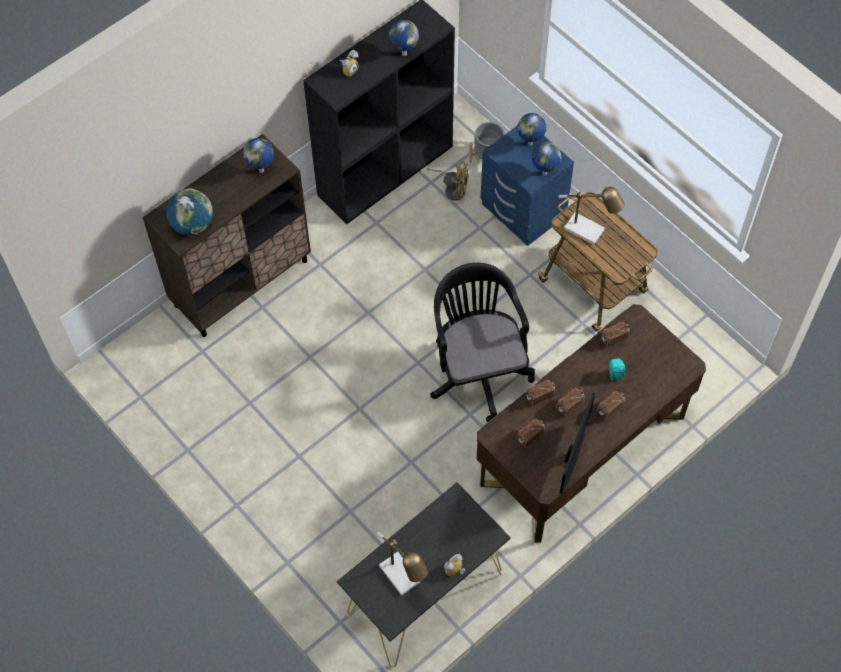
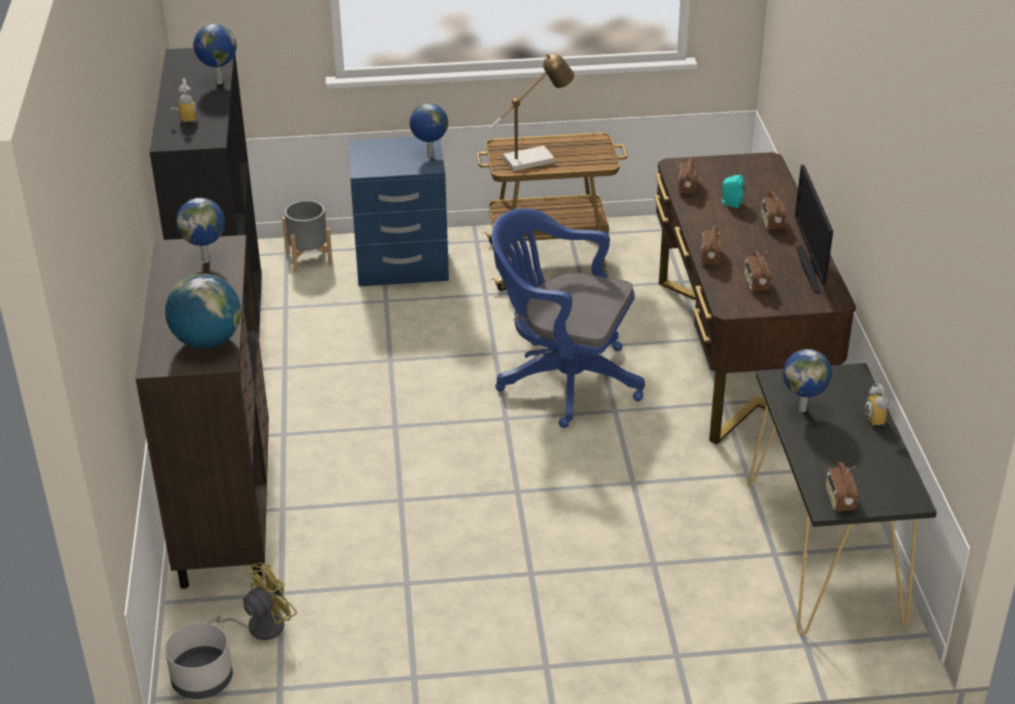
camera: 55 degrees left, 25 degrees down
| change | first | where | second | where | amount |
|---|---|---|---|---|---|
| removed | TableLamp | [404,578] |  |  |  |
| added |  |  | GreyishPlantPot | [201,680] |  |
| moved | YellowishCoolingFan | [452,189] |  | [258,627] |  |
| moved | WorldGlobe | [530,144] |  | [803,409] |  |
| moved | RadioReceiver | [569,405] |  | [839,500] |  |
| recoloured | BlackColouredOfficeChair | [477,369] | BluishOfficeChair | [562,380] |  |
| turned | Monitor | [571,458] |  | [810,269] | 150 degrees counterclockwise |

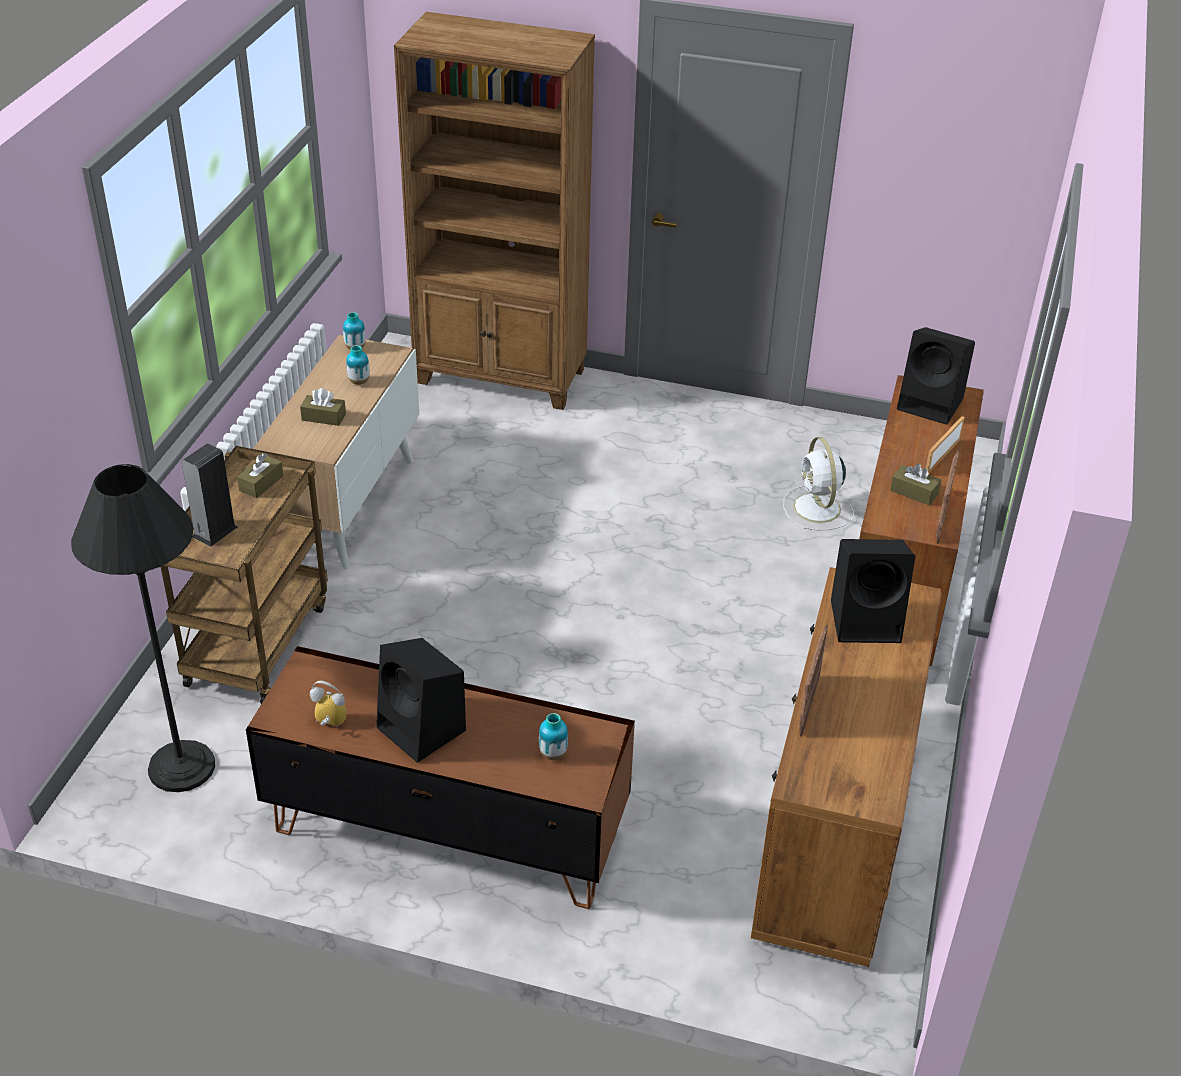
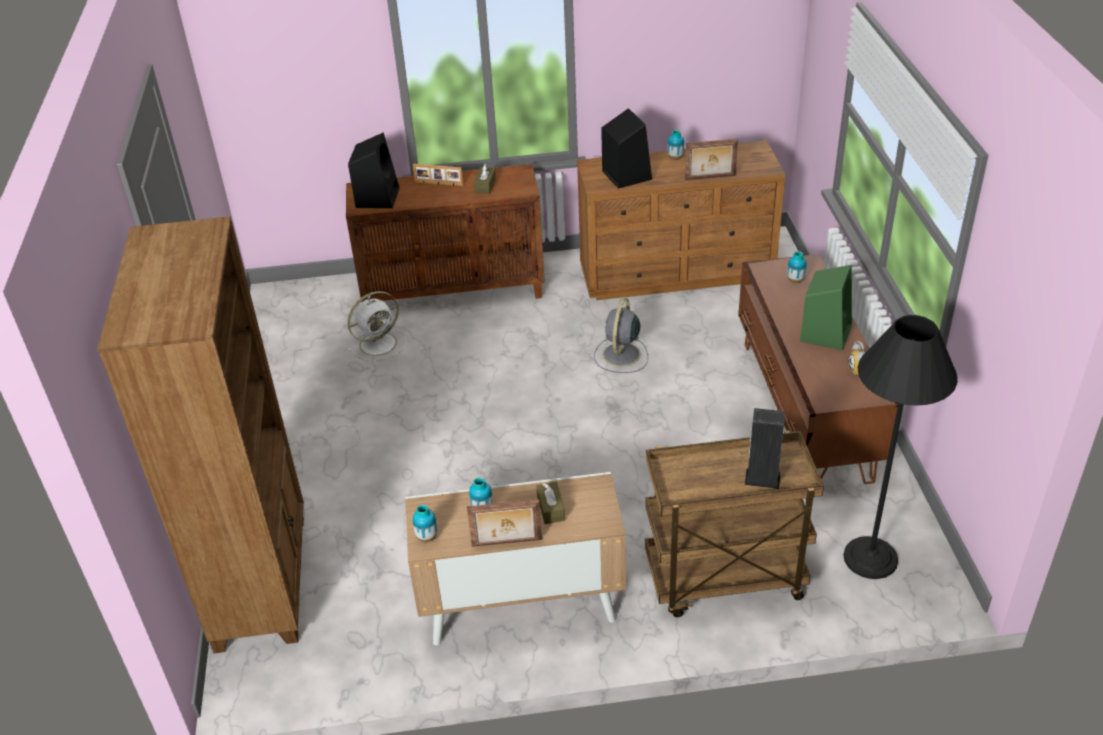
camera: 110 degrees left, 0 degrees up
| change | first | where | second | where | amount |
|---|---|---|---|---|---|
| removed | BrownishBoxOfTissues | [261,483] |  |  |  |
| added |  |  | GreyishCoolingFan | [621,355] |  |
| added |  |  | Vase | [675,158] |  |
| moved | PictureFrame | [941,520] |  | [507,543] |  |
| recoloured | BlackColouredSpeaker | [423,730] | GreenishSpeaker | [825,332] |  |

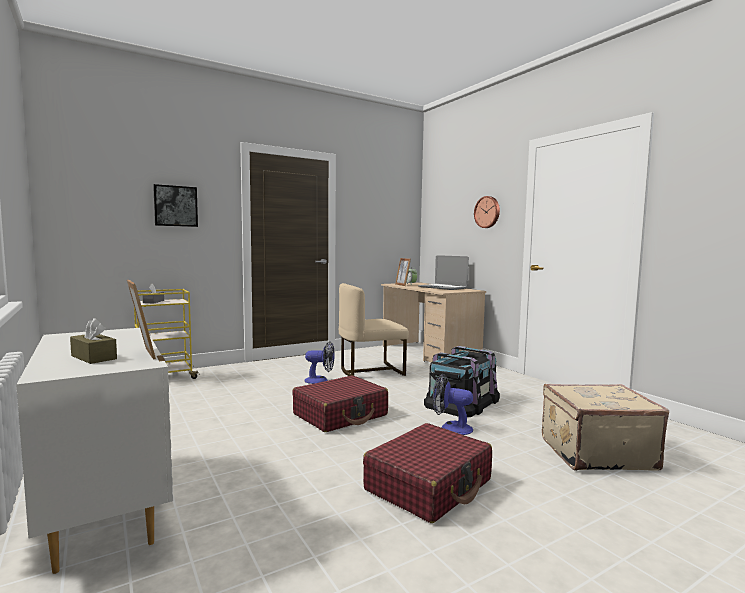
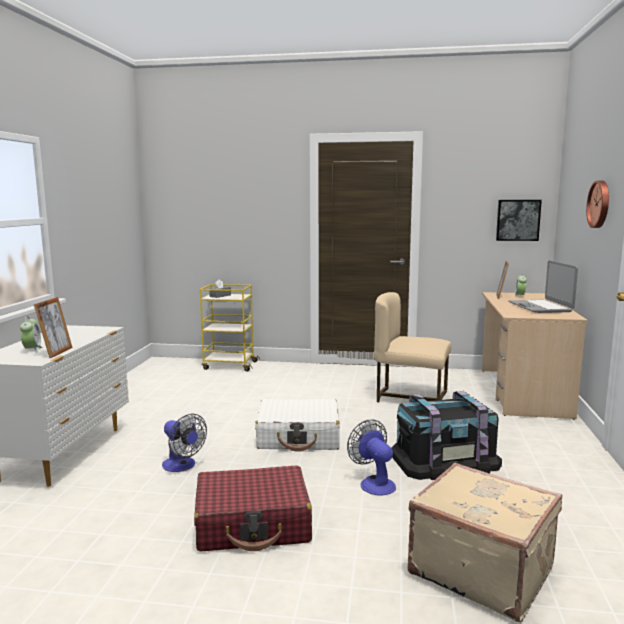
camera: 40 degrees right, 5 degrees up
| change | first | where | second | where | amount |
|---|---|---|---|---|---|
| moved | Picture | [175,206] |  | [517,220] |  |
| moved | CoolingFan | [320,380] |  | [182,466] |  |
| replaced | BrownishBoxOfTissues | [94,357] | BedsideClock | [32,350] |  |
| recoloured | RedPieceOfLuggage | [341,415] | WhitePieceOfLuggage | [299,437] |  |

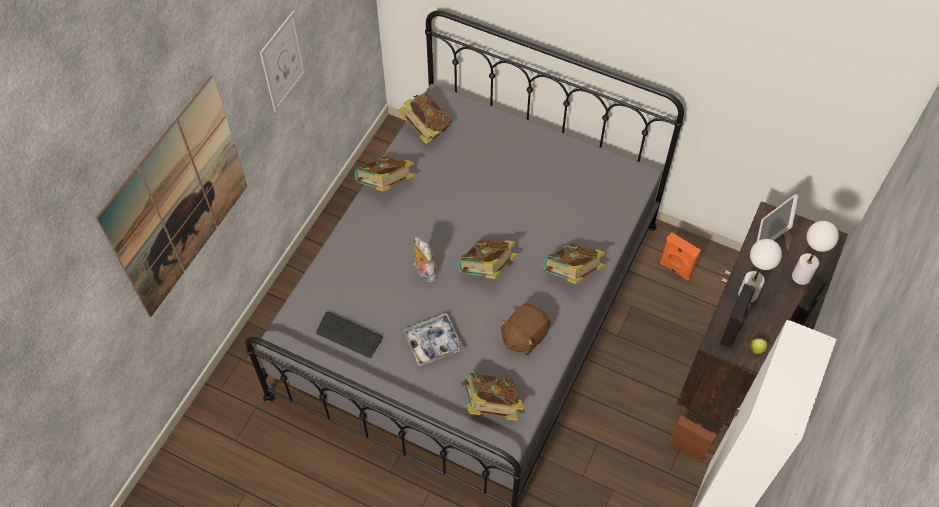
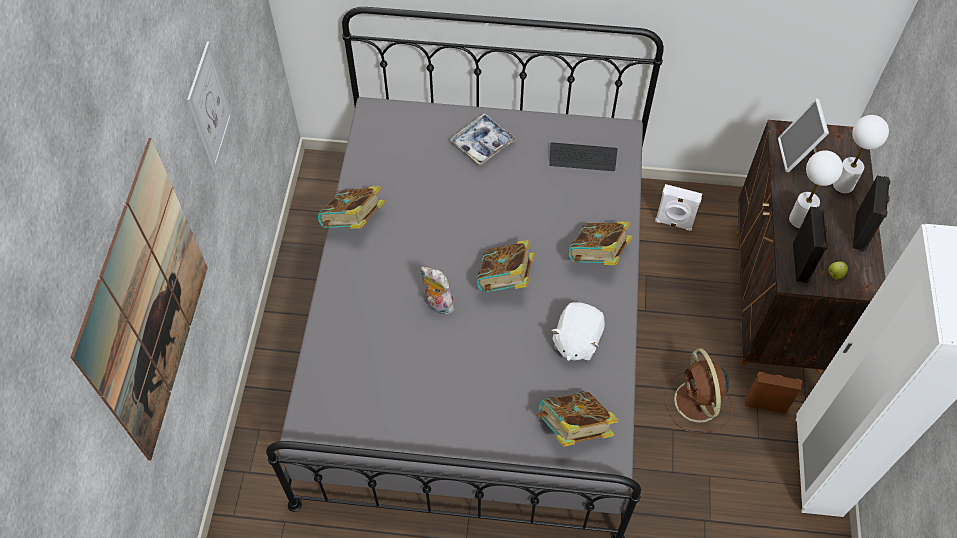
camera: 20 degrees left, 0 degrees up
| change | first | where | second | where | amount |
|---|---|---|---|---|---|
| removed | BoundBook | [426,129] |  |  |  |
| added |  |  | BrownishCoolingFan | [697,403] |  |
| moved | ComputerKeyboard | [349,335] |  | [582,158] |  |
| moved | ServingTray | [433,342] |  | [482,143] |  |
| recoloured | BrownishPlushToy | [523,336] | WhitePlushToy | [576,341] |  |
| recoloured | OrangeColouredSpeaker | [675,269] | WhiteSpeaker | [673,223] |  |

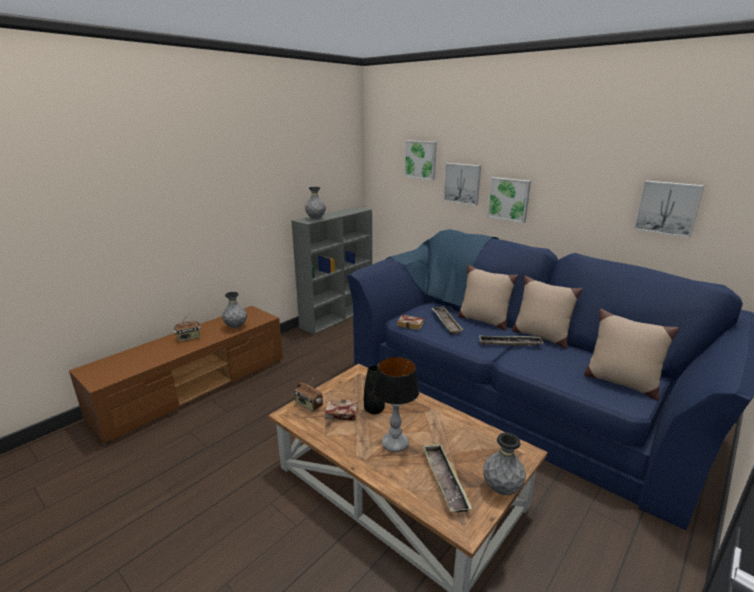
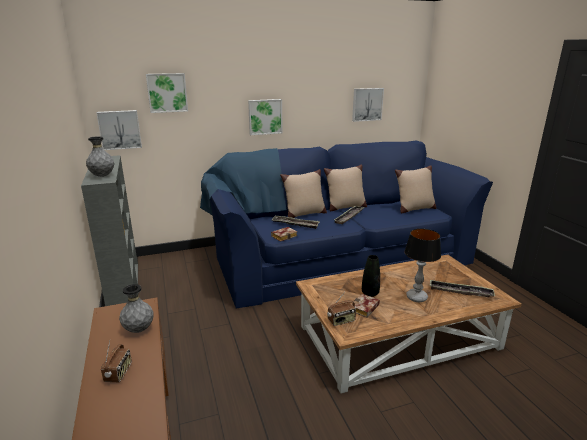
camera: 60 degrees left, 0 degrees up
| change | first | where | second | where | amount |
|---|---|---|---|---|---|
| removed | GreyishVase | [501,489] |  |  |  |
| moved | Picture | [462,183] |  | [120,129] |  |

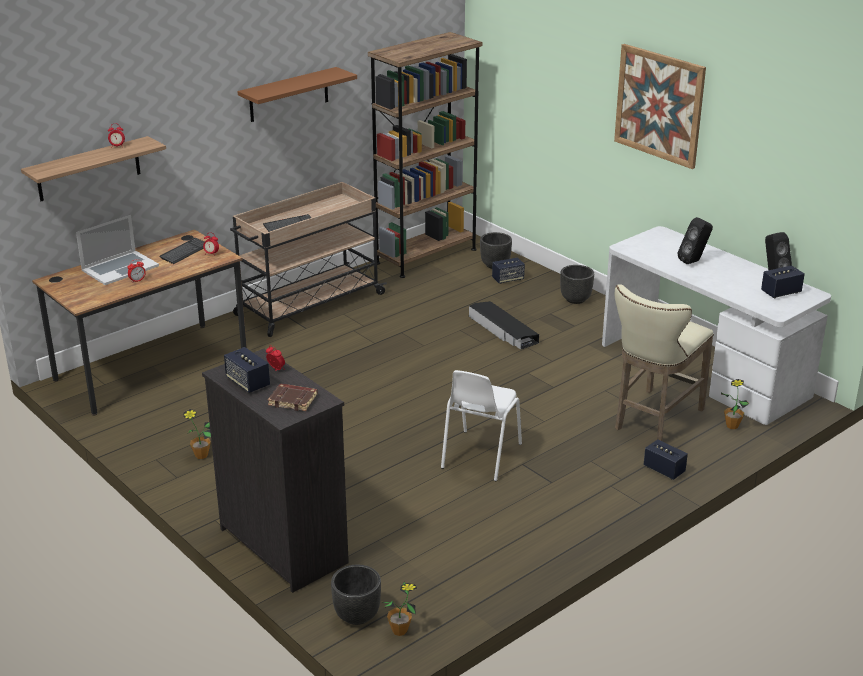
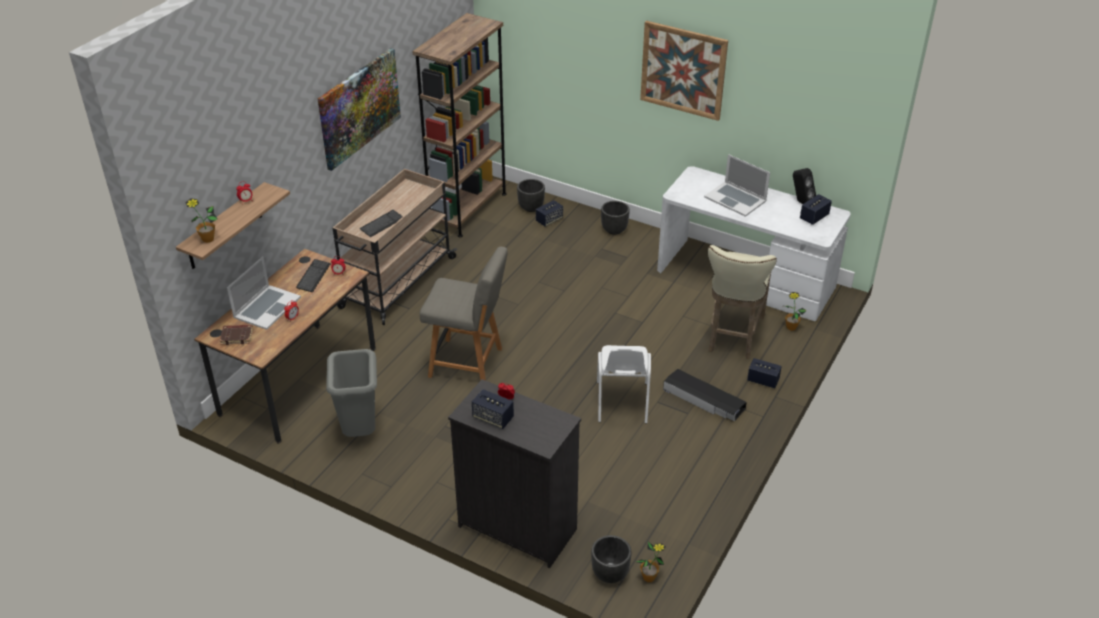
camera: 20 degrees left, 10 degrees up
| change | first | where | second | where | amount |
|---|---|---|---|---|---|
| added |  |  | GreyishWasteBin | [360,432] |  |
| added |  |  | GreyishUprightChair | [468,363] |  |
| moved | PlantInAPot | [201,455] |  | [208,239] |  |
| moved | BrownishBoundBook | [293,400] |  | [237,336] |  |
| moved | BlackColouredStorageContainer | [503,330] |  | [704,399] |  |
| replaced | BrownishBracketShelf | [289,95] | Picture | [359,108] |  |
| replaced | BlackColouredSpeaker | [694,261] | PortableComputer | [735,199] |  |

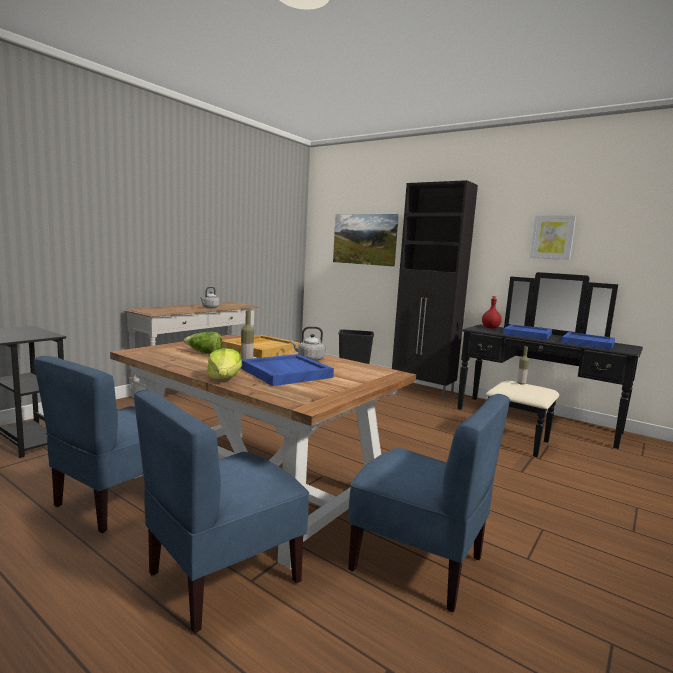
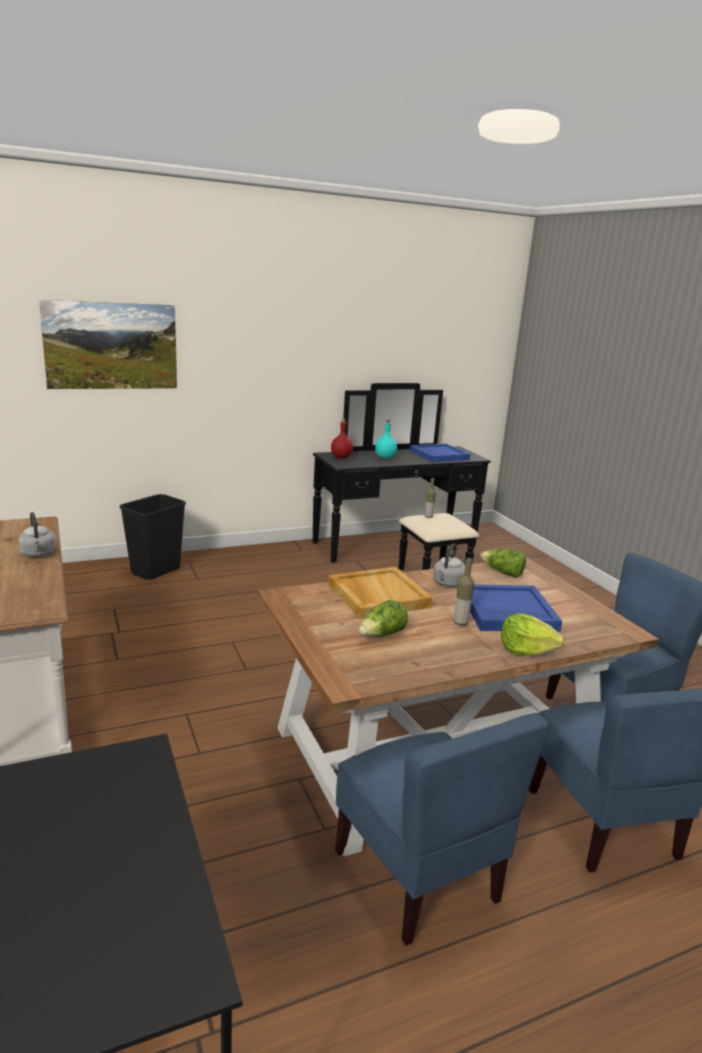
camera: 60 degrees left, 10 degrees up
| change | first | where | second | where | amount |
|---|---|---|---|---|---|
| removed | BlackColouredStorageCabinet | [423,390] |  |  |  |
| removed | Picture | [552,237] |  |  |  |
| added |  |  | LettuceHead | [502,573] |  |
| replaced | BluishServingTray | [527,334] | BlueGreenBeverageBottle | [384,457] |  |

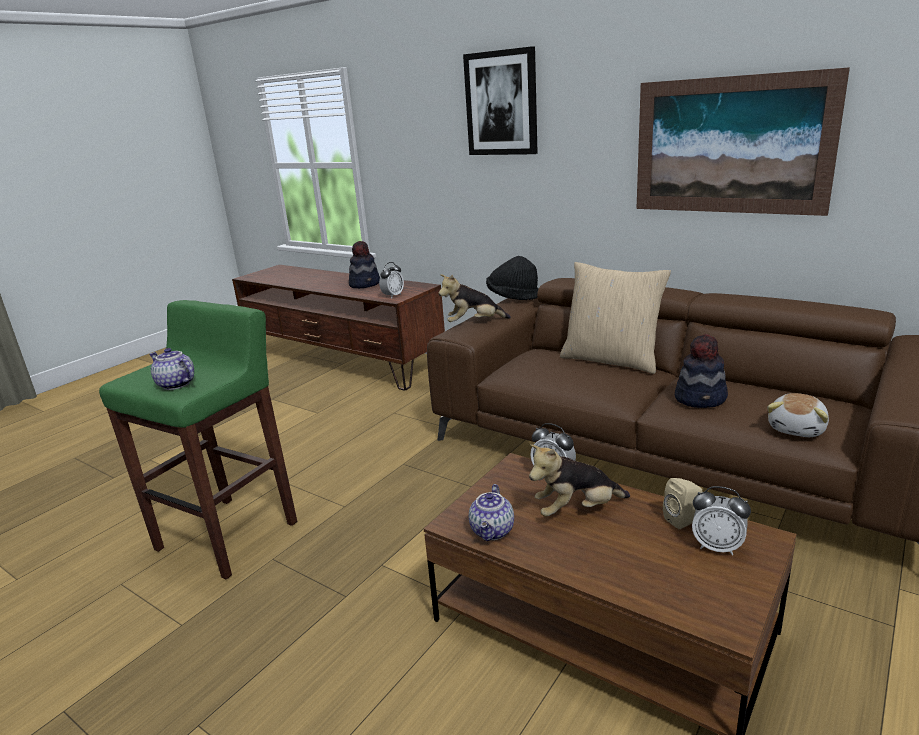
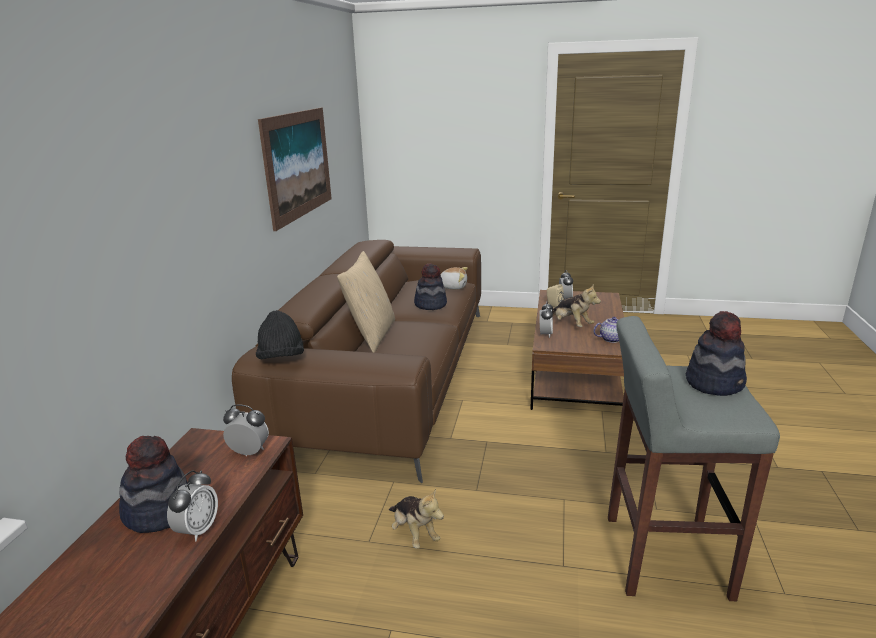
camera: 115 degrees left, 0 degrees up
| change | first | where | second | where | amount |
|---|---|---|---|---|---|
| removed | Picture | [501,103] |  |  |  |
| added |  |  | BedsideClock | [198,530] |  |
| moved | PlushToy | [474,323] |  | [414,533] |  |
| replaced | TeaPot | [175,384] | WearableHat | [715,383] |  |
| recoloured | GreenishStoolSeat | [229,535] | GreyishStoolSeat | [663,556] |  |

